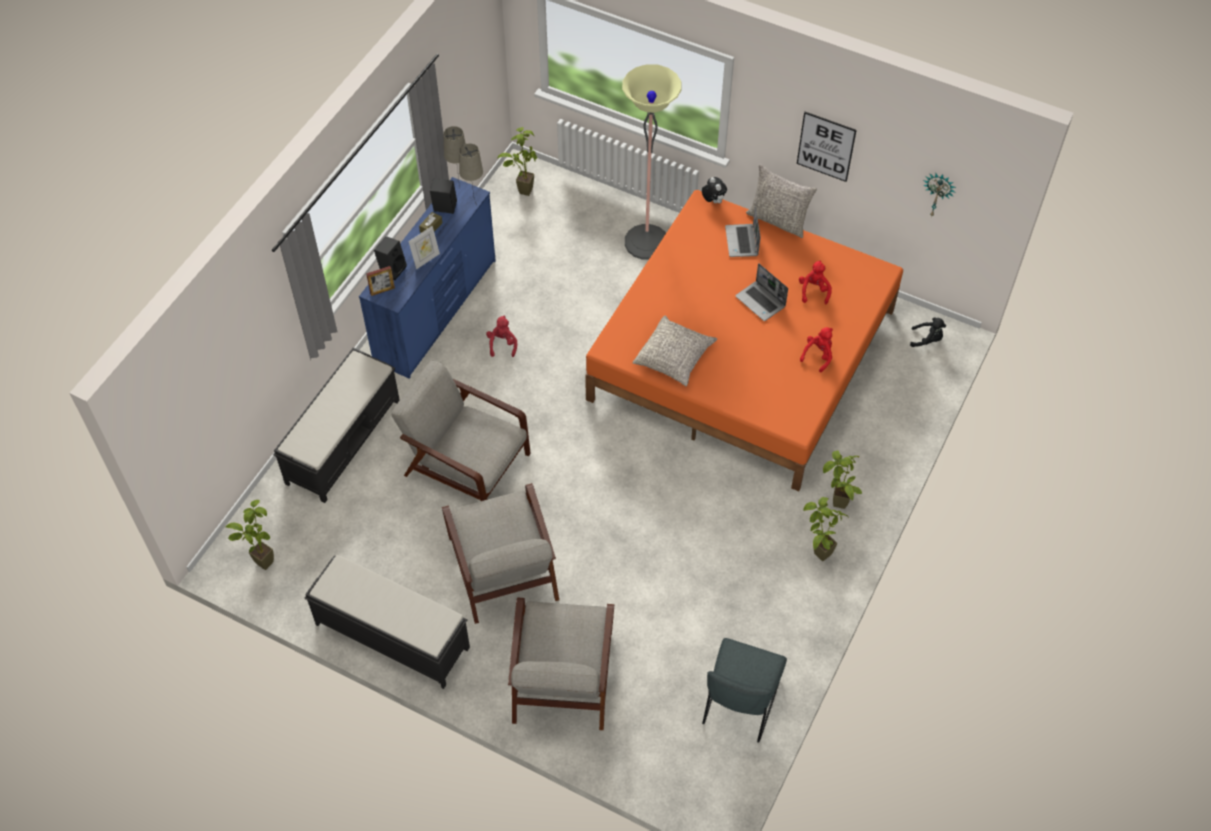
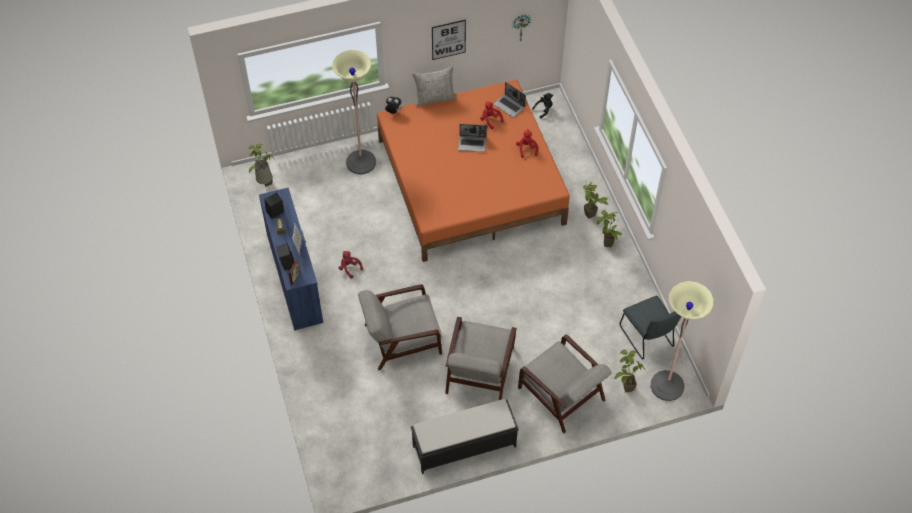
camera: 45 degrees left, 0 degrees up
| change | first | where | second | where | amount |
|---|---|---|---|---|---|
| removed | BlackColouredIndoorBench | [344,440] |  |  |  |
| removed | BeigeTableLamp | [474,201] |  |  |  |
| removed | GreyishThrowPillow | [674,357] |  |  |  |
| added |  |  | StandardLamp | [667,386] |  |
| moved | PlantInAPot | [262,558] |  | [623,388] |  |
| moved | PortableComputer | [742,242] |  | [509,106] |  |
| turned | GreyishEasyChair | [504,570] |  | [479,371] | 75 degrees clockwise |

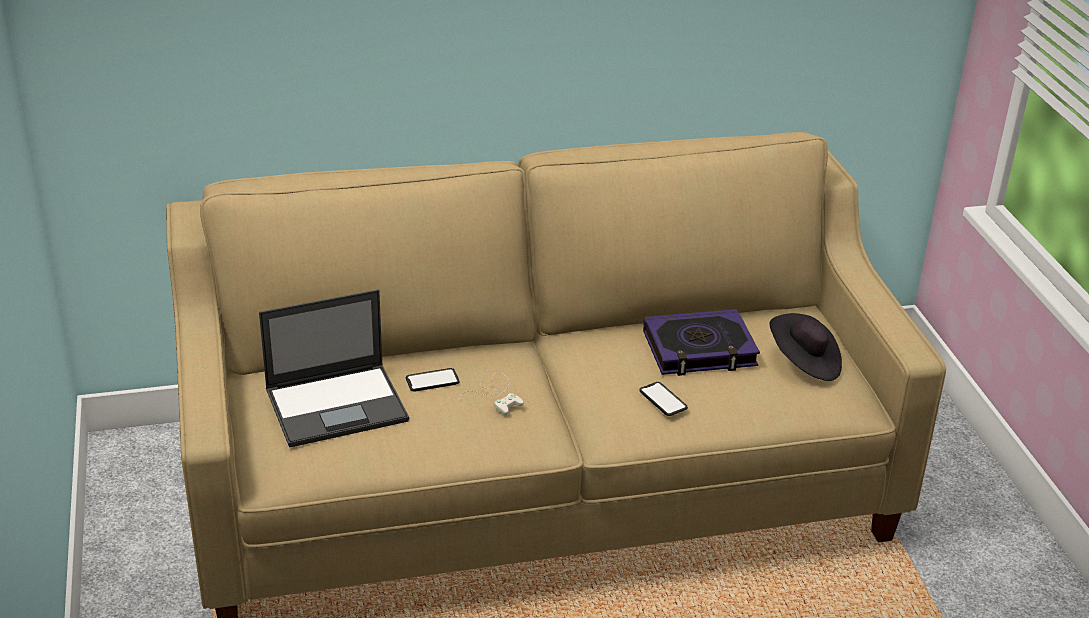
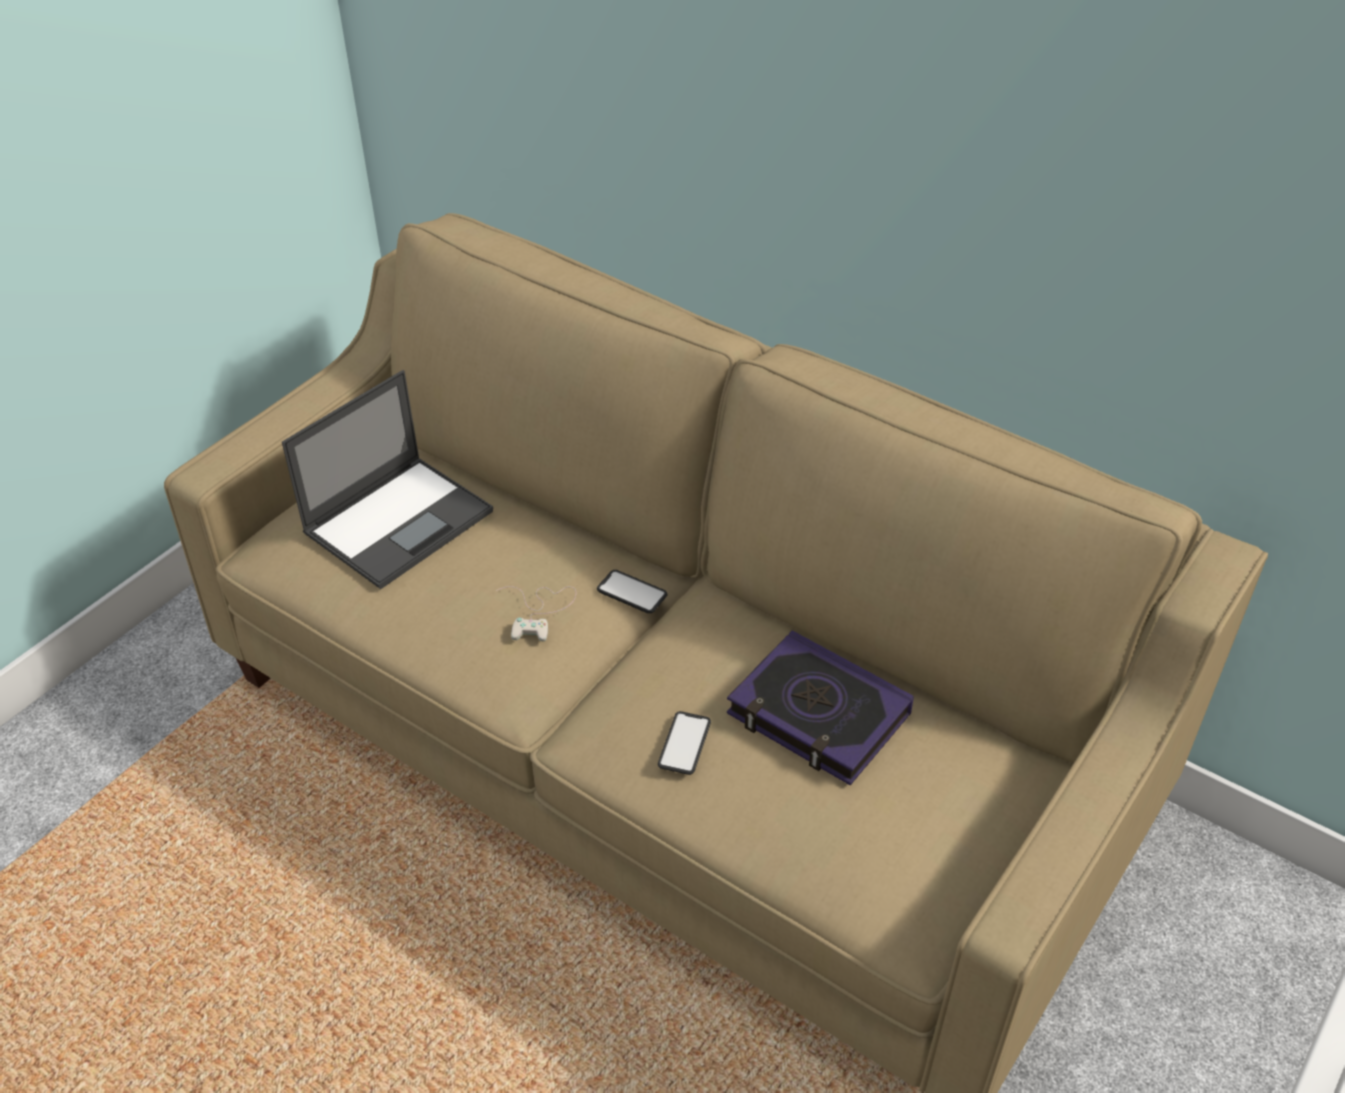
camera: 50 degrees right, 10 degrees up
| change | first | where | second | where | amount |
|---|---|---|---|---|---|
| removed | BlackColouredWearableHat | [804,363] |  |  |  |
| moved | Telephone | [432,380] |  | [632,592] |  |
| turned | PortableComputer | [338,405] |  | [400,521] | 75 degrees counterclockwise |

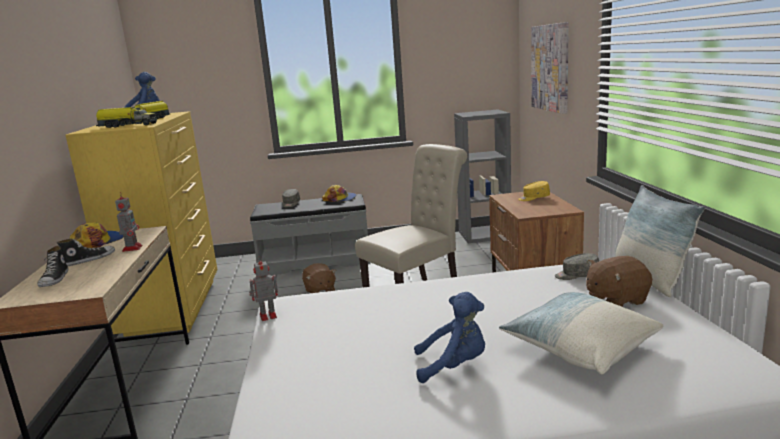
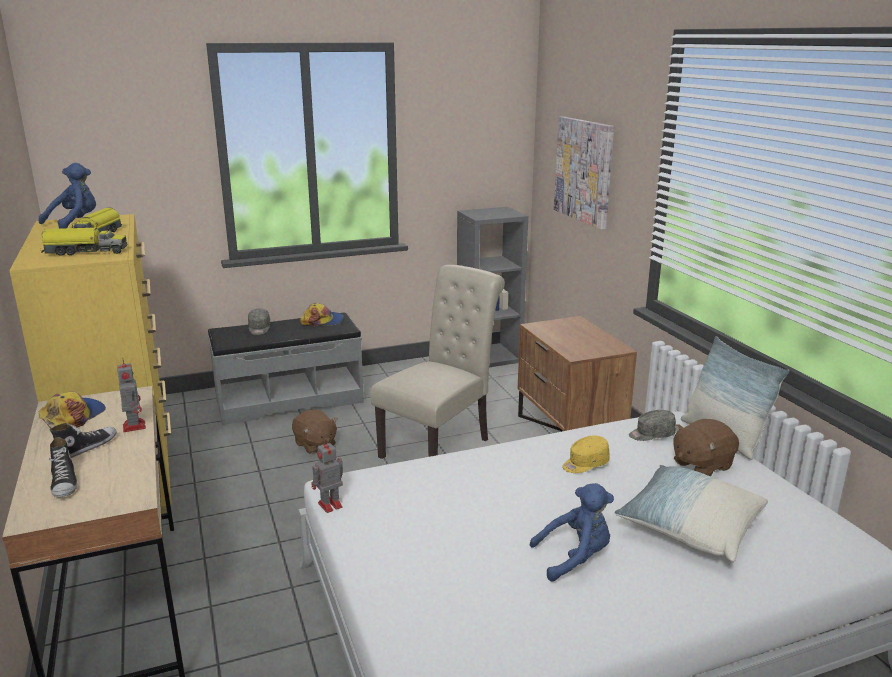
camera: 15 degrees left, 5 degrees up
| change | first | where | second | where | amount |
|---|---|---|---|---|---|
| moved | YellowishPeakedCap | [533,198] |  | [585,464] |  |

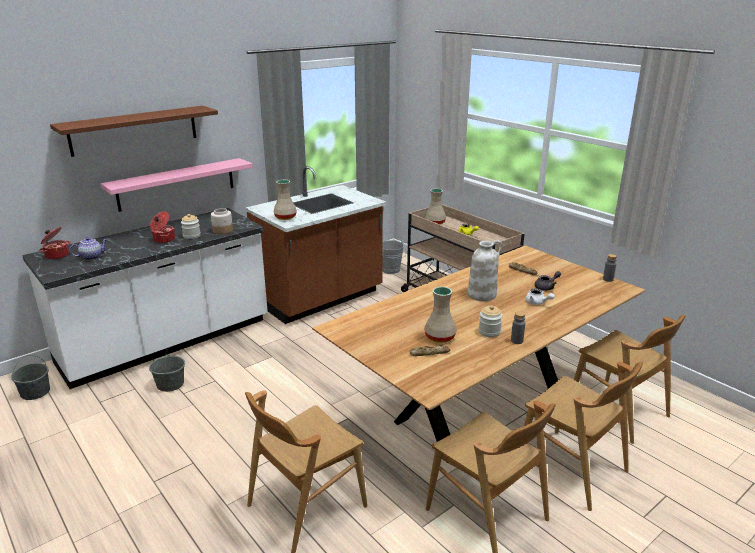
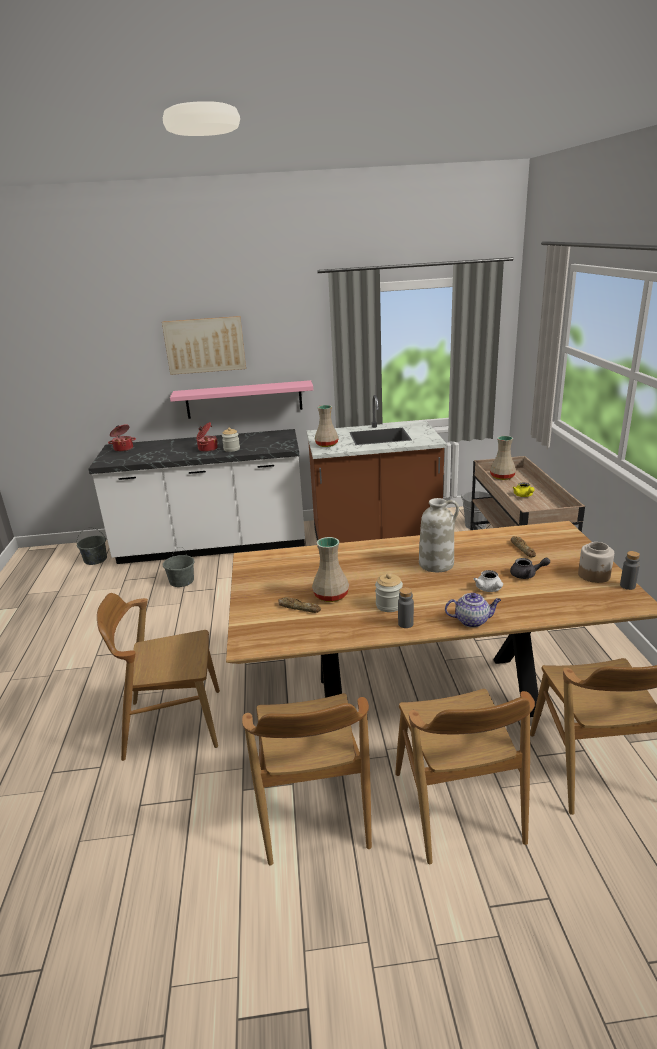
camera: 35 degrees right, 0 degrees up
| change | first | where | second | where | amount |
|---|---|---|---|---|---|
| moved | TeaPot | [92,257] |  | [472,621] |  |
| moved | Jar | [223,230] |  | [594,575] |  |
| replaced | BrownishBracketShelf | [134,130] | Picture | [205,345] |  |

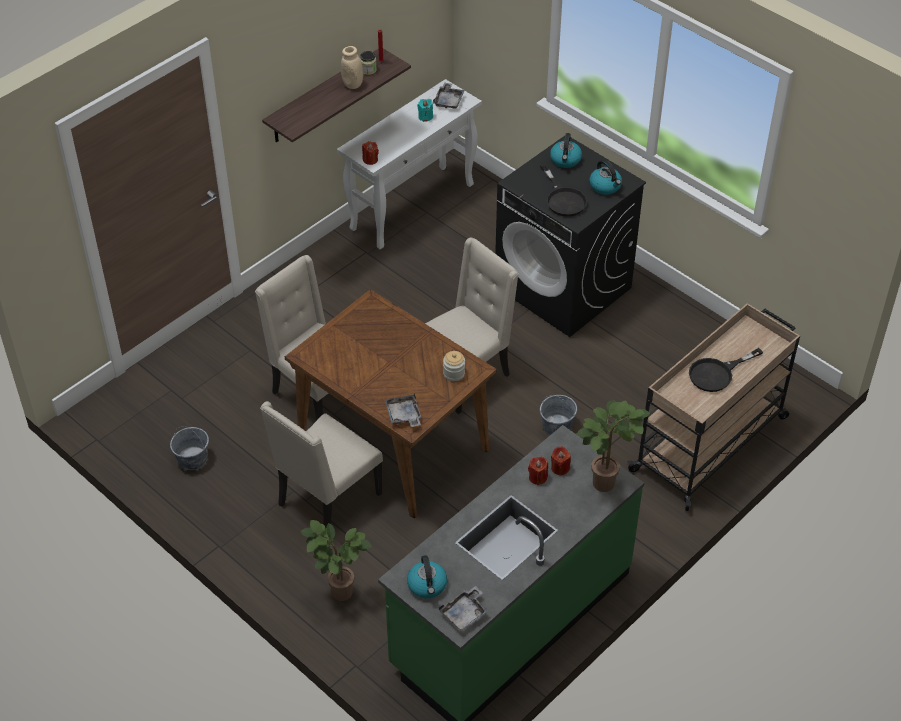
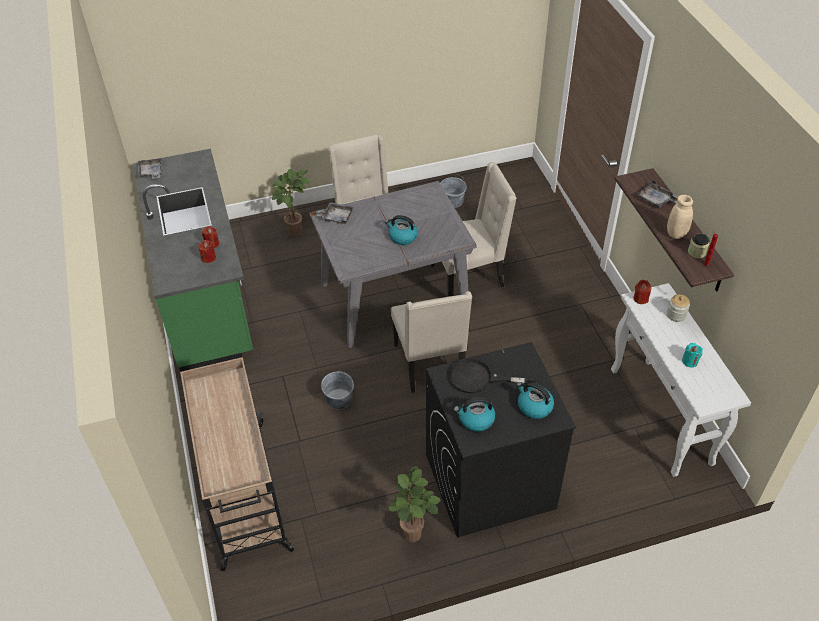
camera: 120 degrees right, 0 degrees up
| change | first | where | second | where | amount |
|---|---|---|---|---|---|
| removed | BlackColouredFryingPan | [717,373] |  |  |  |
| moved | TeaKettle | [427,585] |  | [402,237] |  |
| moved | GreyishServingTray | [449,101] |  | [656,200] |  |
| moved | Jar | [454,373] |  | [676,315] |  |
| moved | PlantInAPot | [605,480] |  | [414,536] |  |
| recoloured | BrownishKitchenTable | [394,443] | GreyishKitchenTable | [393,299] |  |

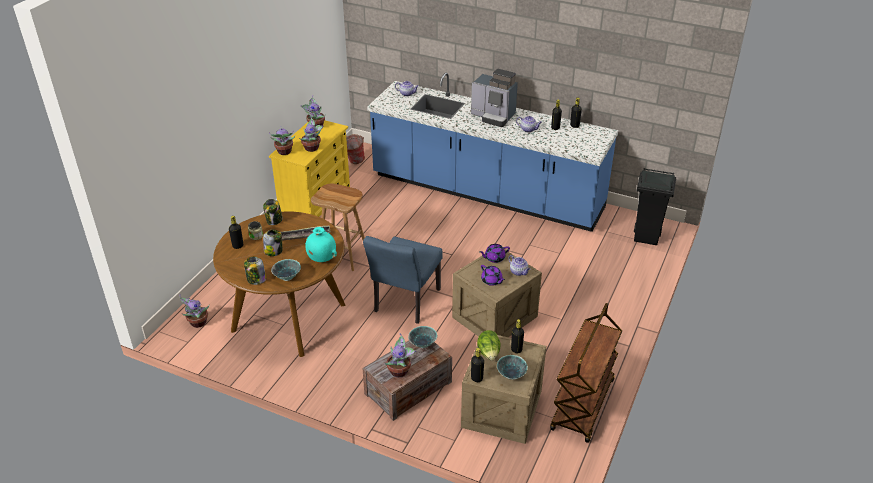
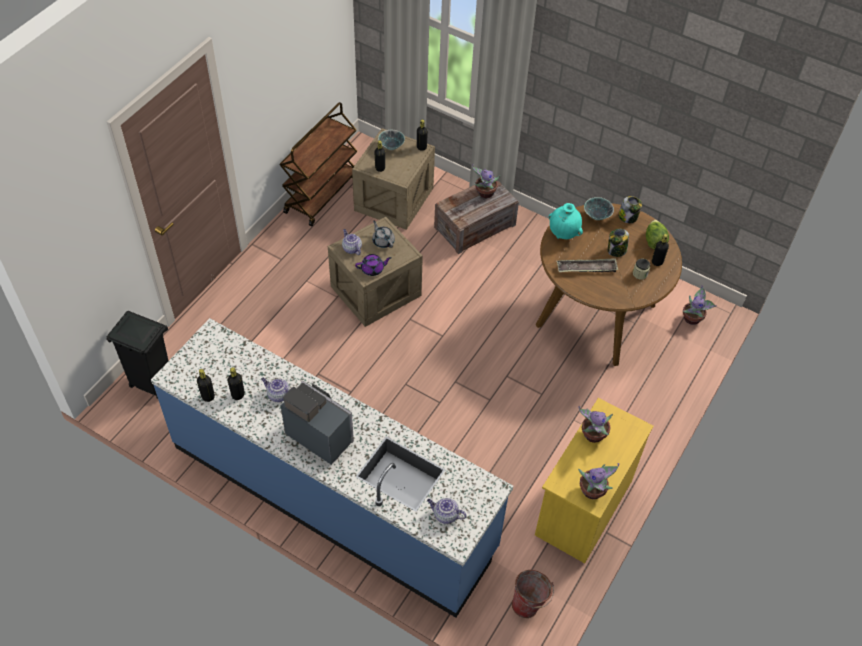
camera: 175 degrees left, 15 degrees up
| change | first | where | second | where | amount |
|---|---|---|---|---|---|
| removed | Jar | [274,220] |  |  |  |
| removed | PlantInAPot | [284,152] |  |  |  |
| removed | BrownishStoolSeat | [343,256] |  |  |  |
| removed | BluishUprightChair | [404,303] |  |  |  |
| removed | Bowl | [423,344] |  |  |  |
| moved | LettuceHead | [489,353] |  | [654,241] |  |
| recoloured | PurpleColouredTeaPot | [492,281] | GreyishTeaPot | [383,241] |  |

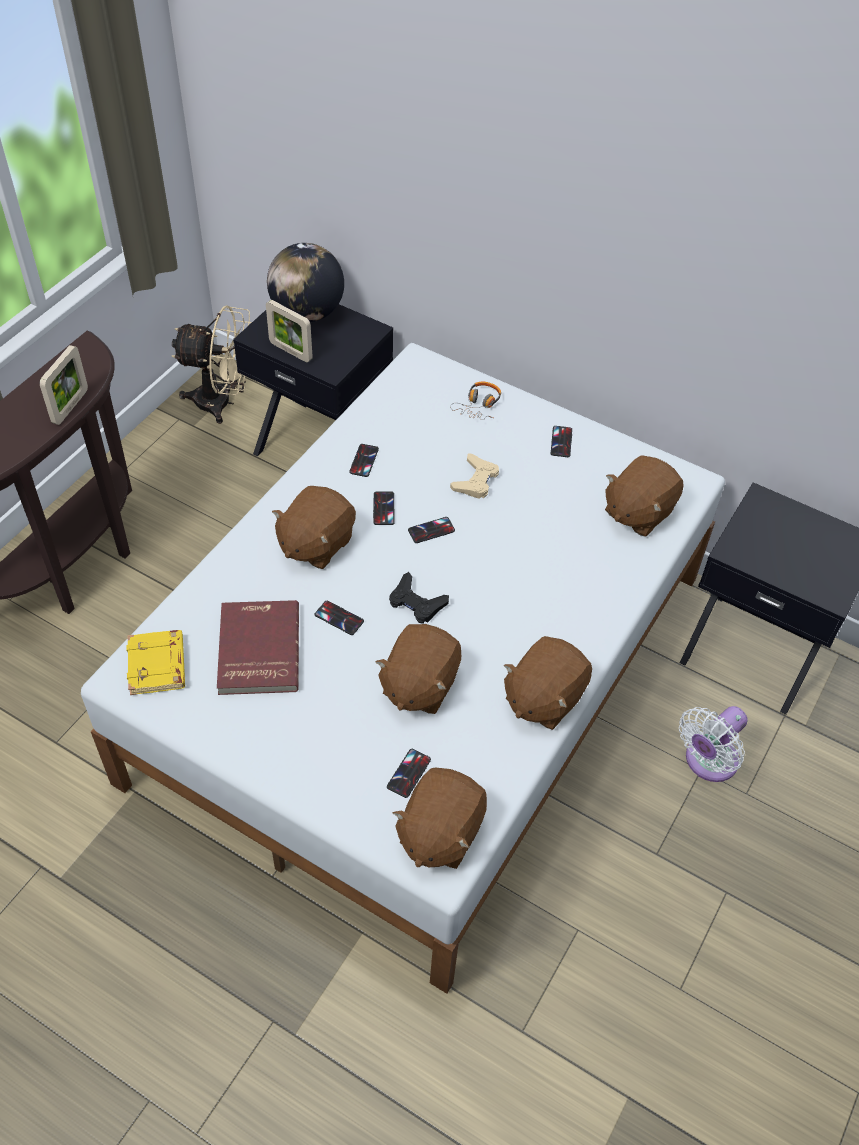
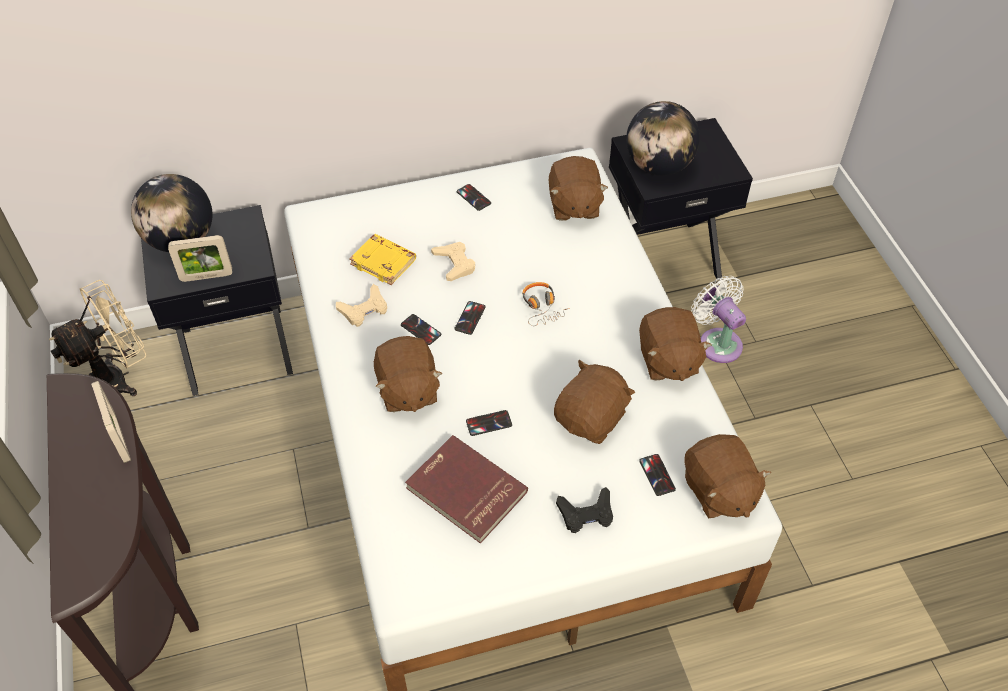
camera: 45 degrees left, 0 degrees up
| change | first | where | second | where | amount |
|---|---|---|---|---|---|
| added |  |  | WorldGlobe | [658,166] |  |
| moved | YellowishBoundBook | [158,666] |  | [384,262] |  |
| moved | BlackColouredJoypad | [416,603] |  | [586,514] |  |
| moved | Headset | [479,405] |  | [542,307] |  |
| replaced | Telephone | [364,460] | BeigeJoypad | [364,309] |  |
| turned | BrownishPlushToy | [418,685] |  | [591,418] | 120 degrees counterclockwise |
| turned | WhiteCoolingFan | [707,762] |  | [717,342] | 150 degrees clockwise |

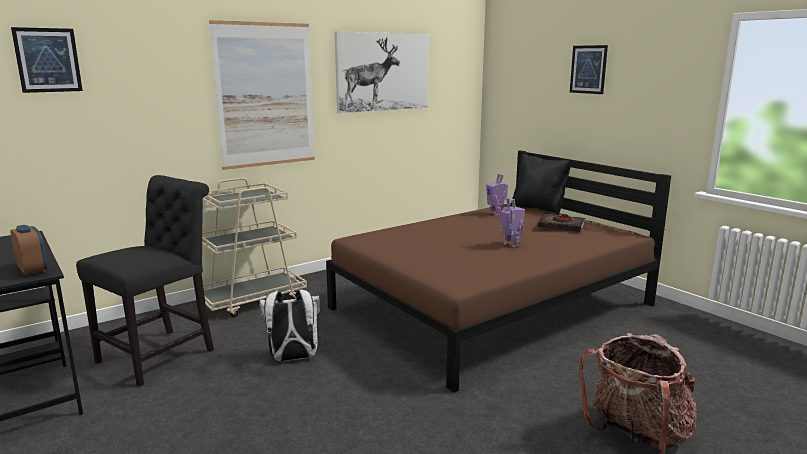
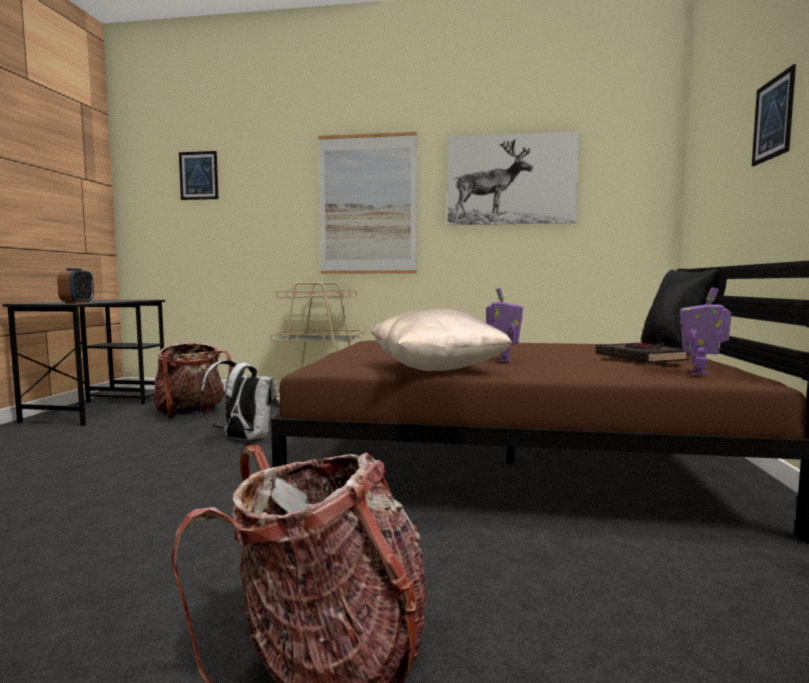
camera: 45 degrees right, 10 degrees down
| change | first | where | second | where | amount |
|---|---|---|---|---|---|
| added |  |  | BeigeThrowPillow | [436,369] |  |
| moved | ToyRobot | [496,214] |  | [701,373] |  |
| replaced | BlackColouredUprightChair | [162,354] | Rucksack | [191,413] |  |

